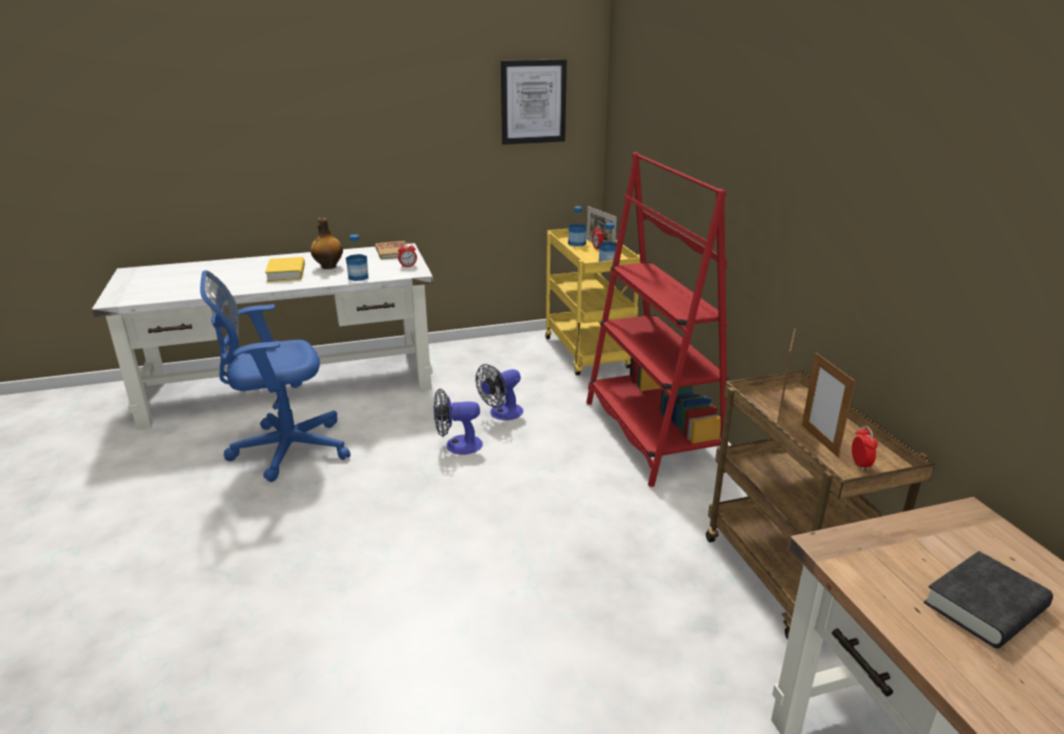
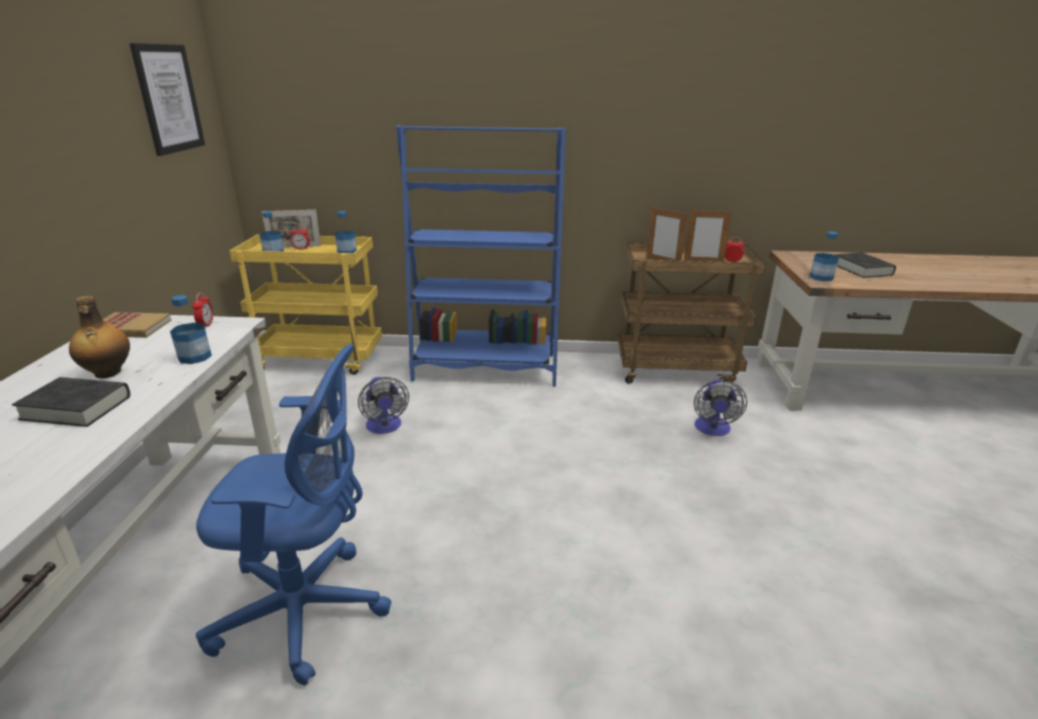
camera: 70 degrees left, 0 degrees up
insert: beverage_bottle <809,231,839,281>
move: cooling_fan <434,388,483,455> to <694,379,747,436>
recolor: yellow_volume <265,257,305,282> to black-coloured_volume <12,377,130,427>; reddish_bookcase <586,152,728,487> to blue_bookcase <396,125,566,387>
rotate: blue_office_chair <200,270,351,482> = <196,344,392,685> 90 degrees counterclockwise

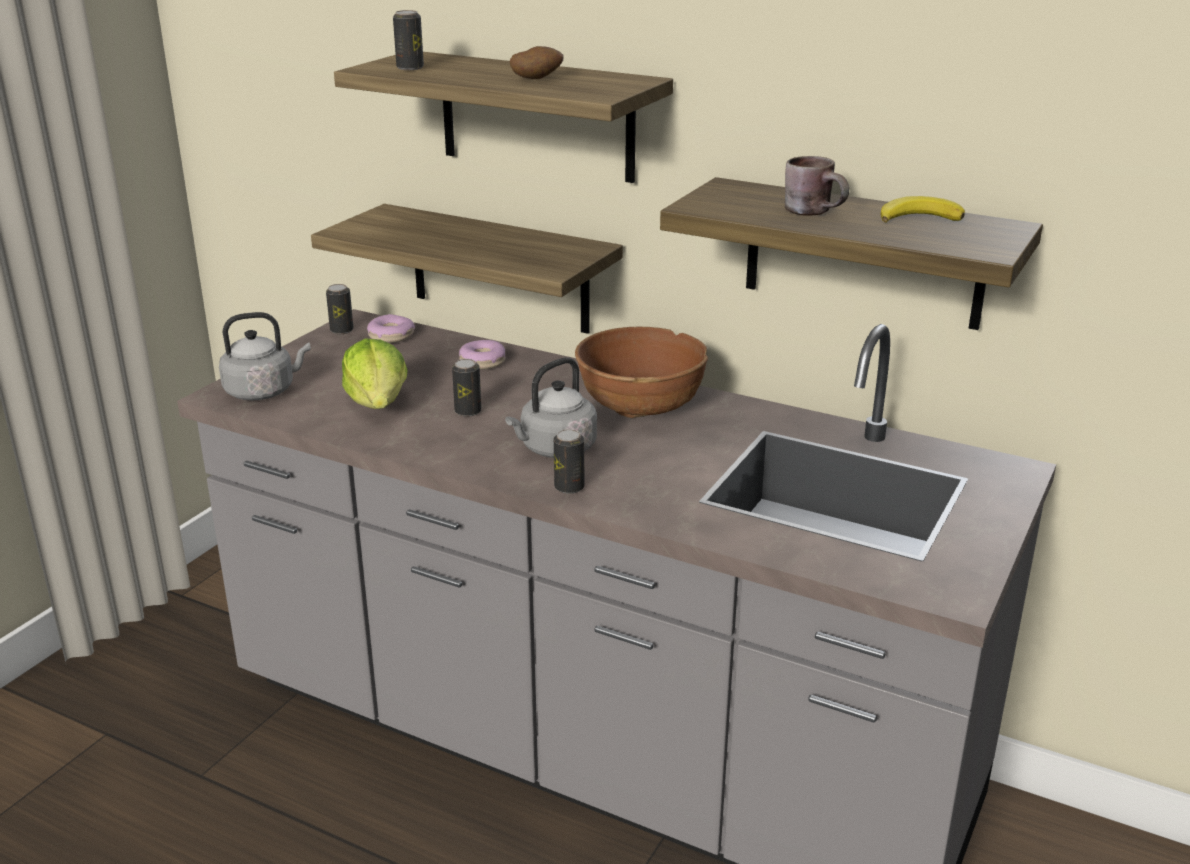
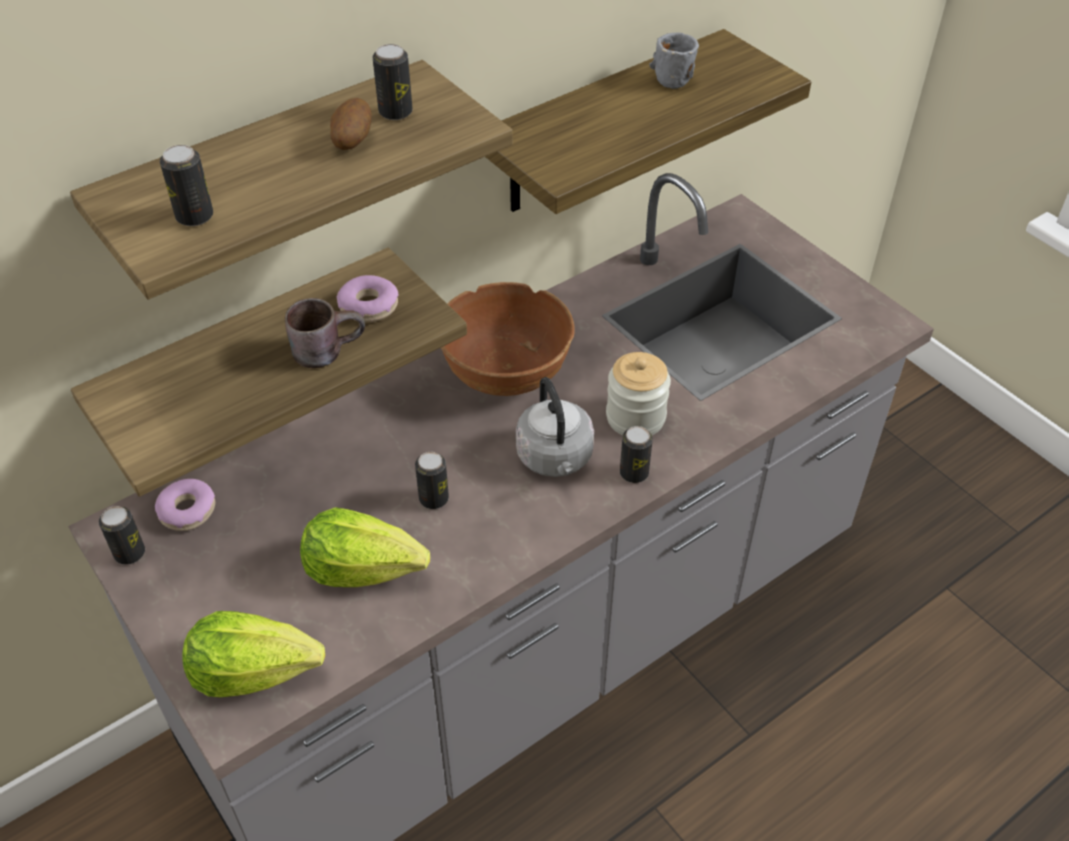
camera: 65 degrees left, 20 degrees up
insert: can <373,44,413,120>; preserve_jar <606,352,671,435>
move: doughnut <459,340,505,370> to <337,275,399,322>; brownish_mug <785,156,849,216> to <285,298,365,368>
replace: greyish_water_kettle <219,312,311,400> to lettuce_head <182,611,325,697>; banana <881,196,965,223> to greyish_mug <649,32,699,89>

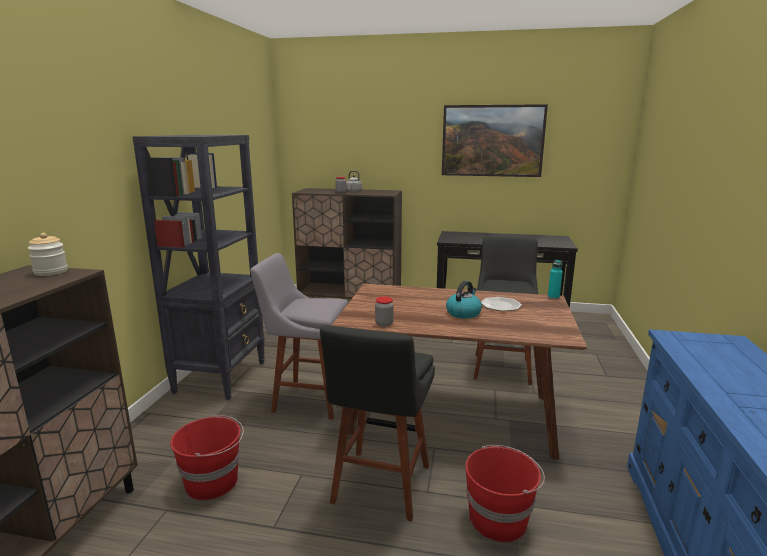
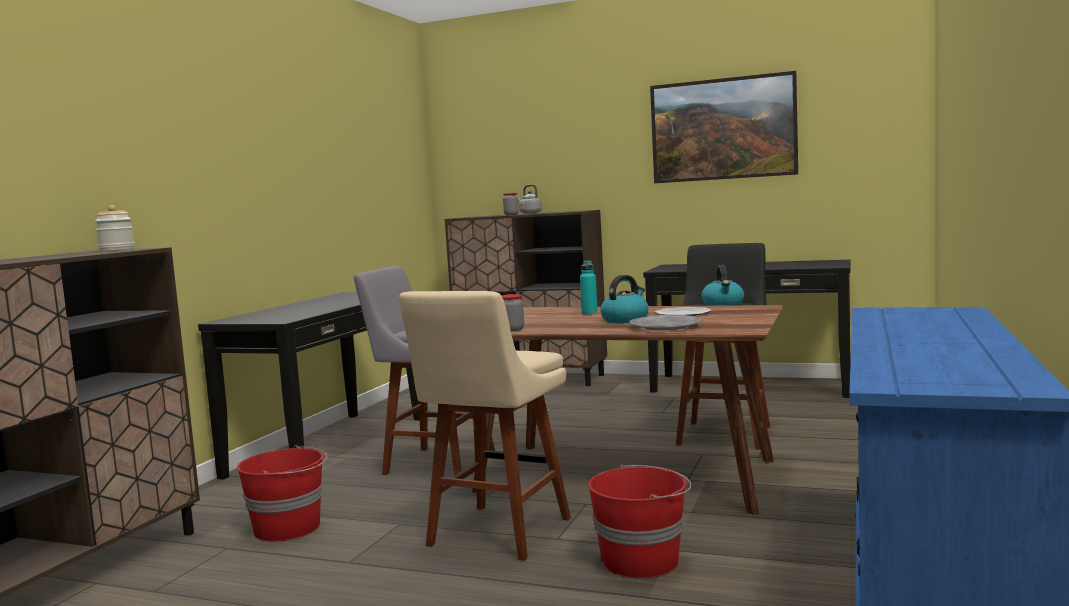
camera: 10 degrees right, 10 degrees down
insert: greyish_dinner_plate <629,315,701,330>; water_kettle <702,265,744,306>
move: turquoise_beverage_bottle <548,260,563,299> to <580,260,598,315>
replace: black-coloured_bookcase <133,135,265,400> to black-coloured_narrow_table <198,292,420,480>
recolor: black-coloured_stool <320,325,435,522> to sand-coloured_stool <399,291,571,561>

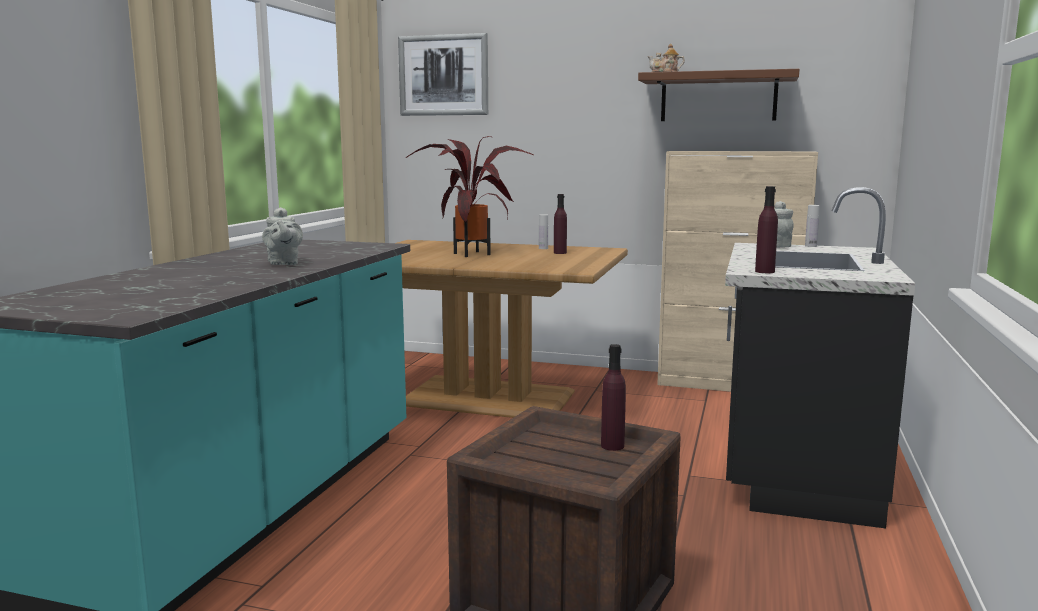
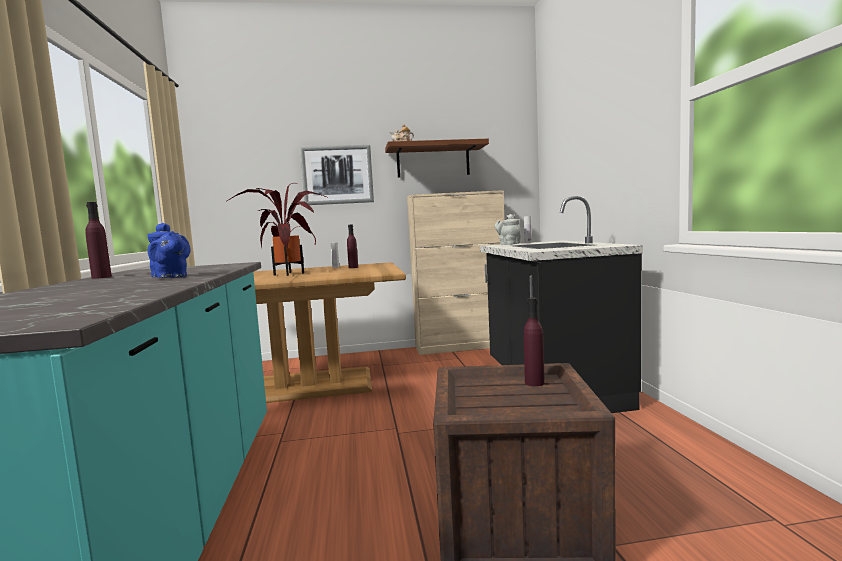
camera: 25 degrees left, 5 degrees down
move: wall_art <398,33,488,116> to <300,145,374,205>; purple-coloured_beverage_bottle <755,186,778,273> to <85,202,112,279>
recolor: greyish_pot_for_tea <262,207,303,265> to blue_pot_for_tea <147,223,190,278>

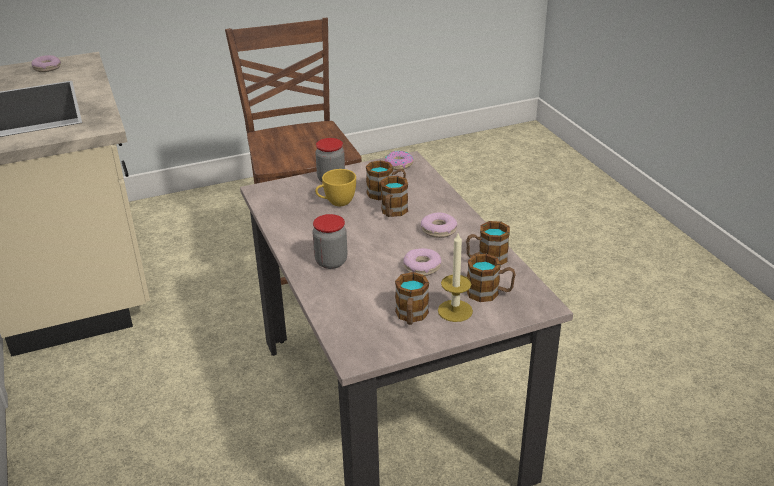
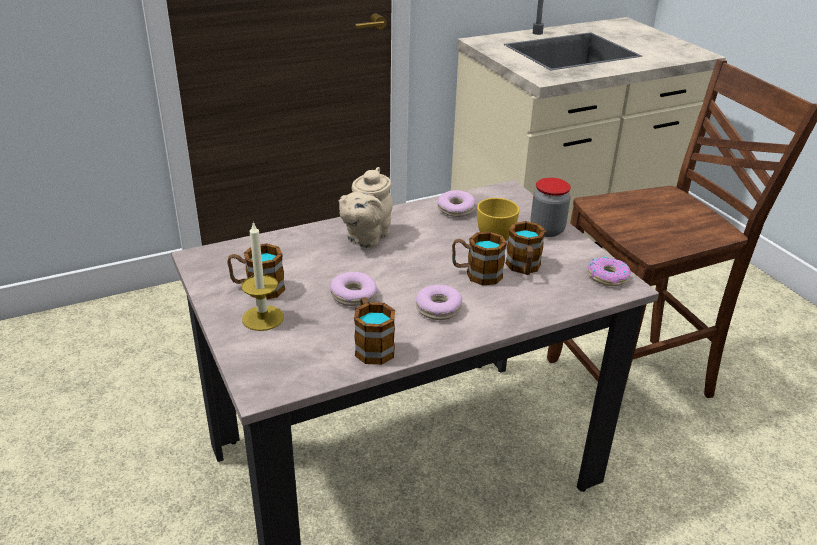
camera: 85 degrees right, 0 degrees up
delete: mug <467,254,516,302>
move: doughnut <31,55,61,72> to <438,190,476,217>
replace: preserve_jar <313,214,348,269> to sand-coloured_pot_for_tea <339,167,393,248>

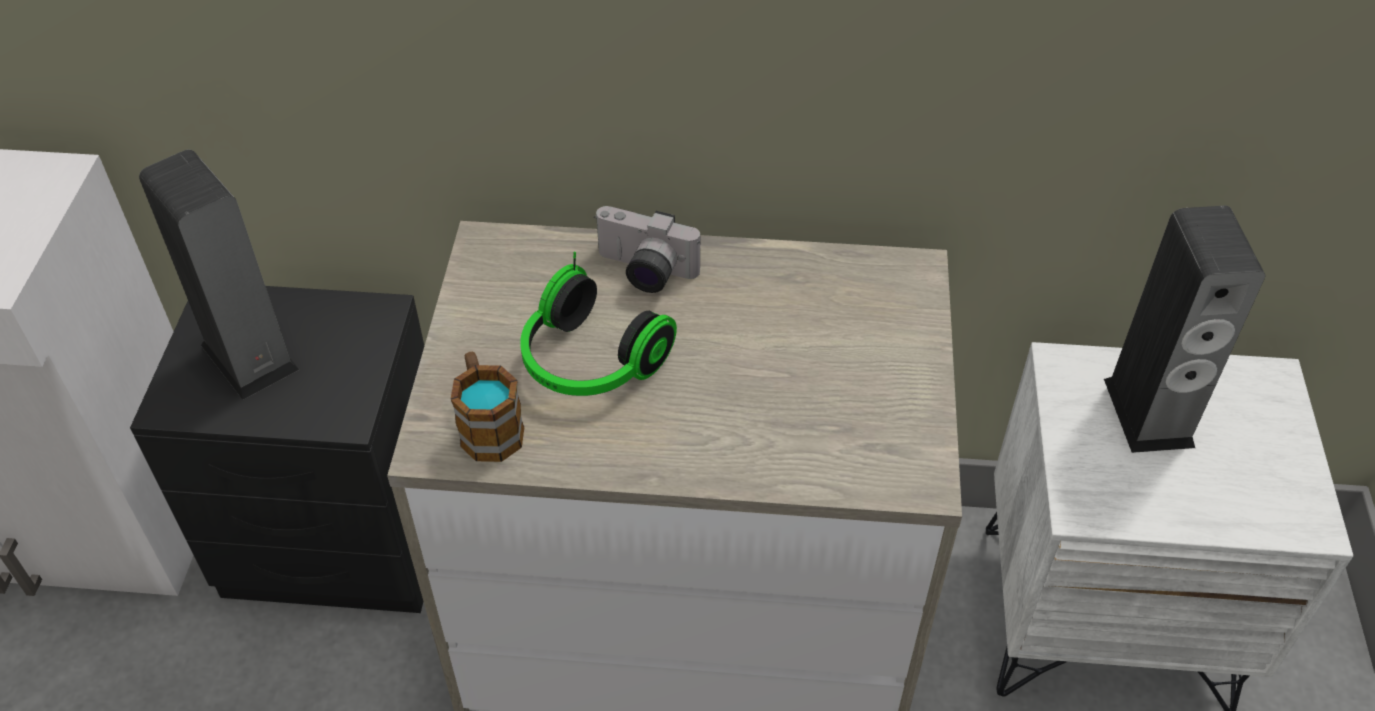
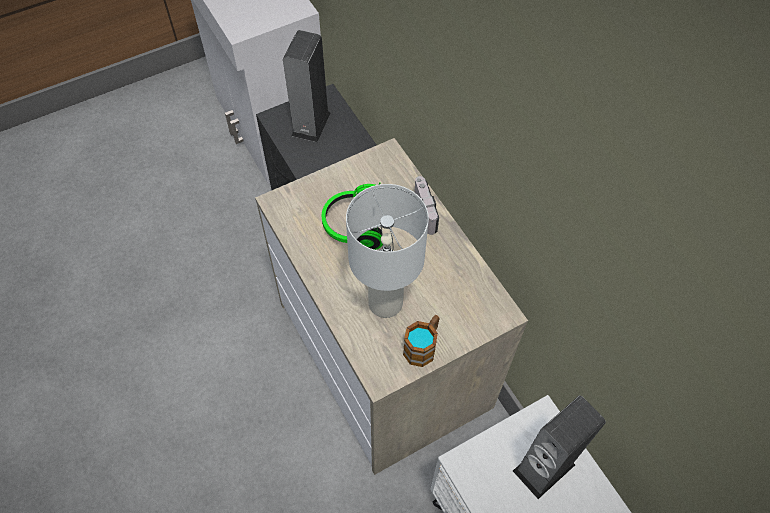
camera: 55 degrees right, 10 degrees up
insert: whitish_tabletop_lamp <346,184,429,318>
move: mug <451,352,524,462> to <403,315,439,367>

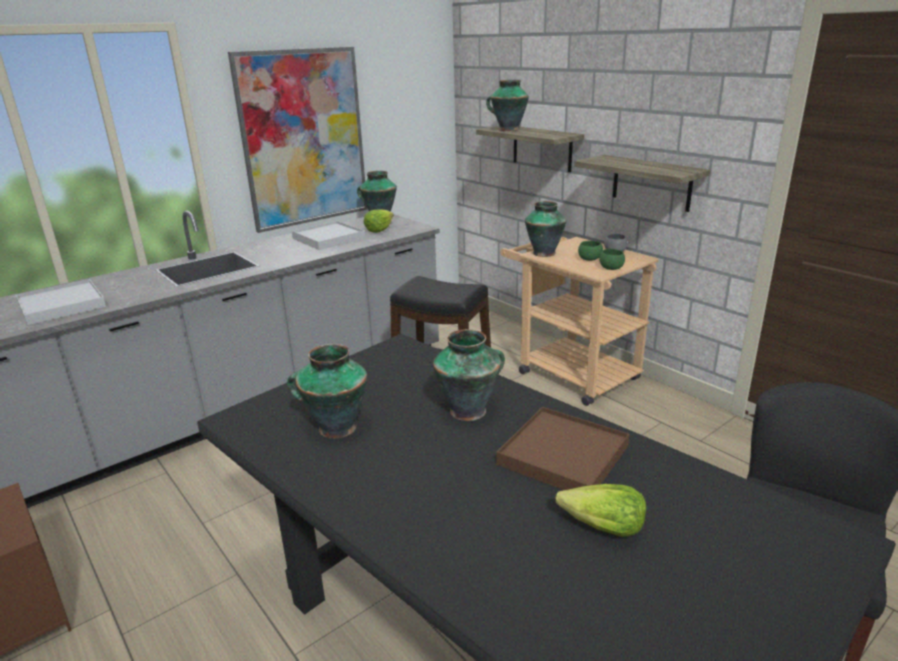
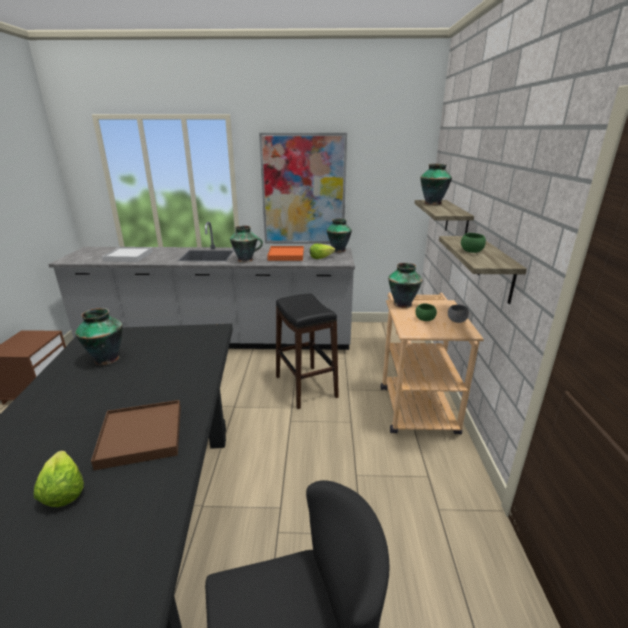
camera: 40 degrees right, 0 degrees up
move: vase <433,329,505,421> to <230,226,263,262>; greenish_serving_bowl <599,249,625,270> to <461,233,486,253>
recolor: whitish_serving_tray <292,221,365,250> to orange_serving_tray <267,246,304,261>

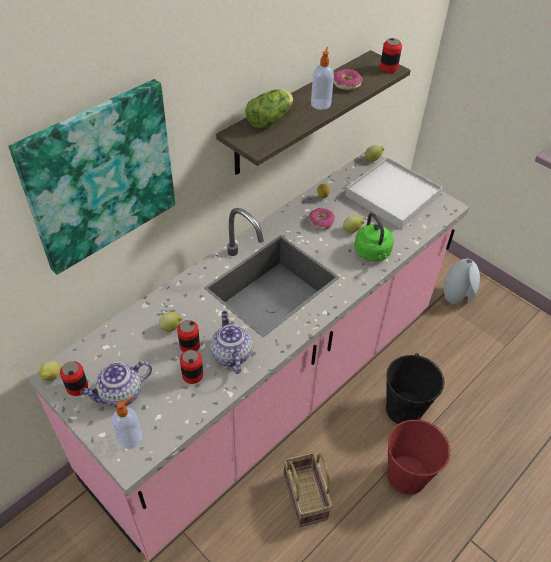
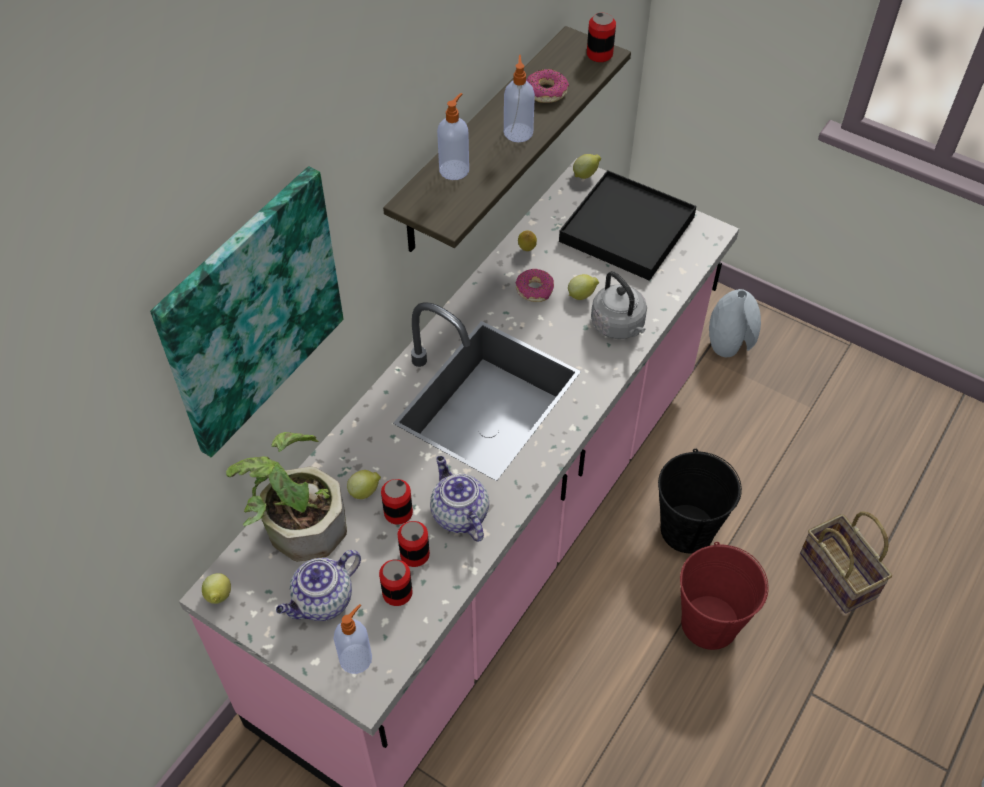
camera: 10 degrees left, 5 degrees up
insert: plant_in_a_pot <226,432,347,562>
move: can <60,361,88,396> to <379,559,412,606>; storage_basket <284,452,332,527> to <800,511,892,613>
replace: lettuce_head <245,89,293,128> to soap_dispenser <437,93,469,180>
recolor: whitish_serving_tray <345,157,442,229> to black-coloured_serving_tray <559,170,696,281>; greenish_water_kettle <354,213,394,262> to greyish_water_kettle <591,271,647,339>

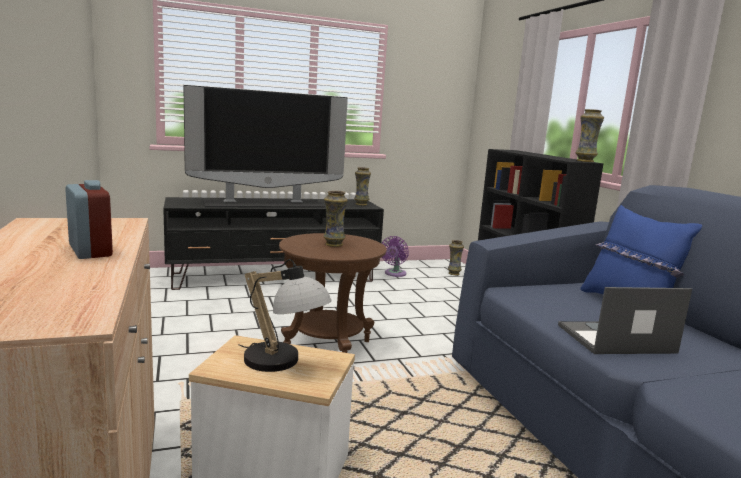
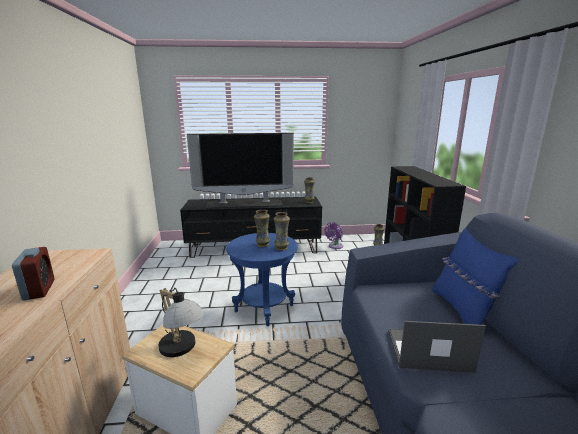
camera: 15 degrees right, 5 degrees up
move: vase <576,109,604,162> to <274,212,290,251>
recolor: brownish_end_table <279,233,387,353> to blue_end_table <226,233,298,326>

